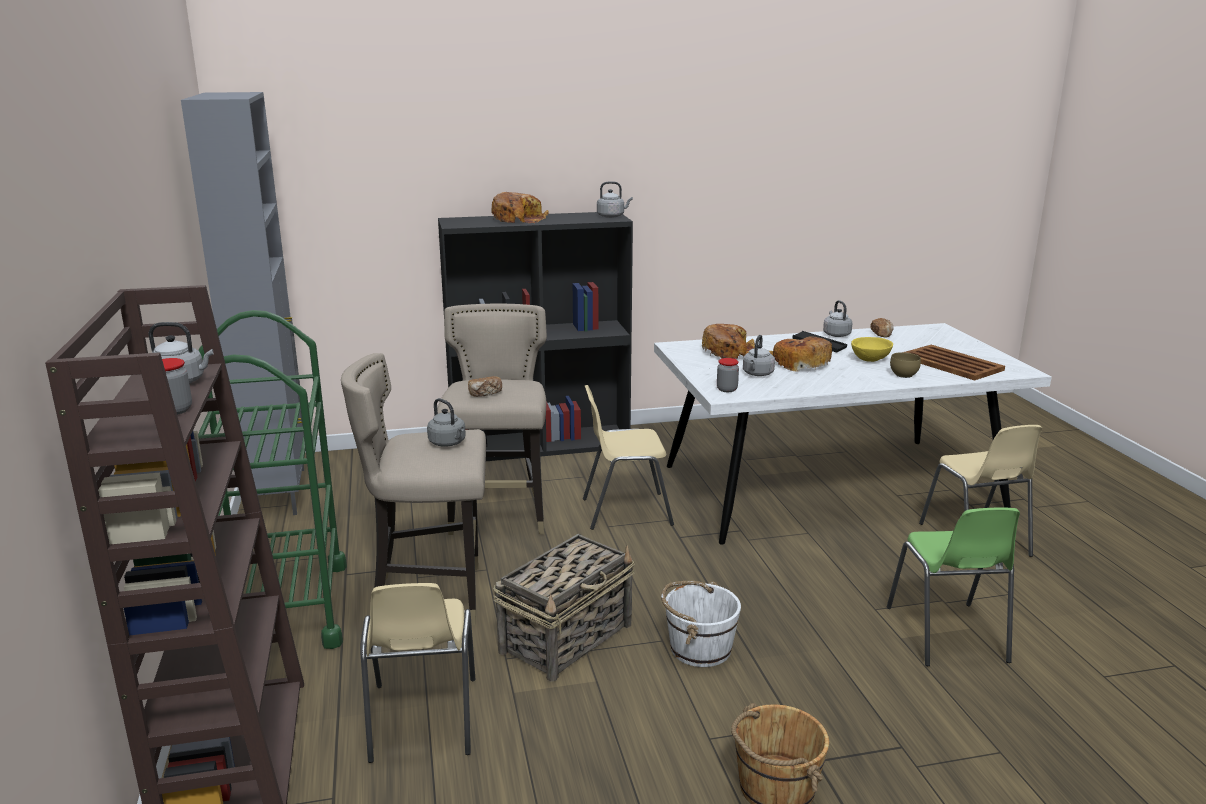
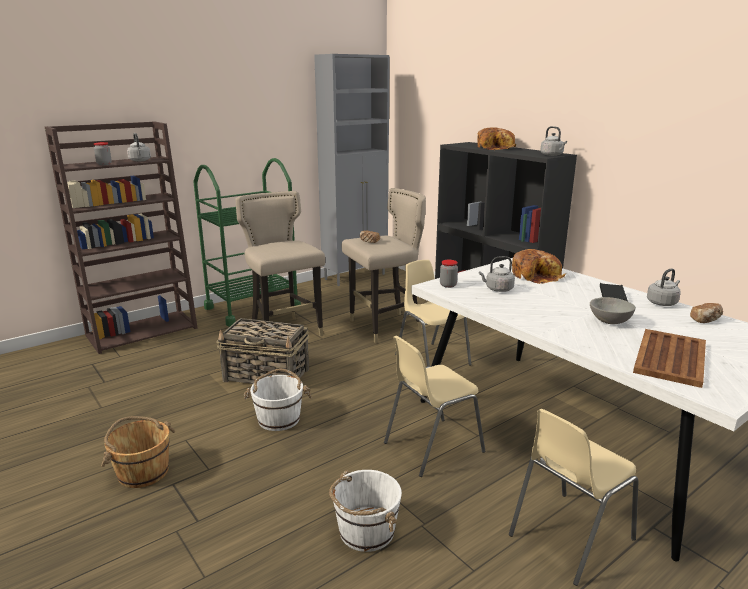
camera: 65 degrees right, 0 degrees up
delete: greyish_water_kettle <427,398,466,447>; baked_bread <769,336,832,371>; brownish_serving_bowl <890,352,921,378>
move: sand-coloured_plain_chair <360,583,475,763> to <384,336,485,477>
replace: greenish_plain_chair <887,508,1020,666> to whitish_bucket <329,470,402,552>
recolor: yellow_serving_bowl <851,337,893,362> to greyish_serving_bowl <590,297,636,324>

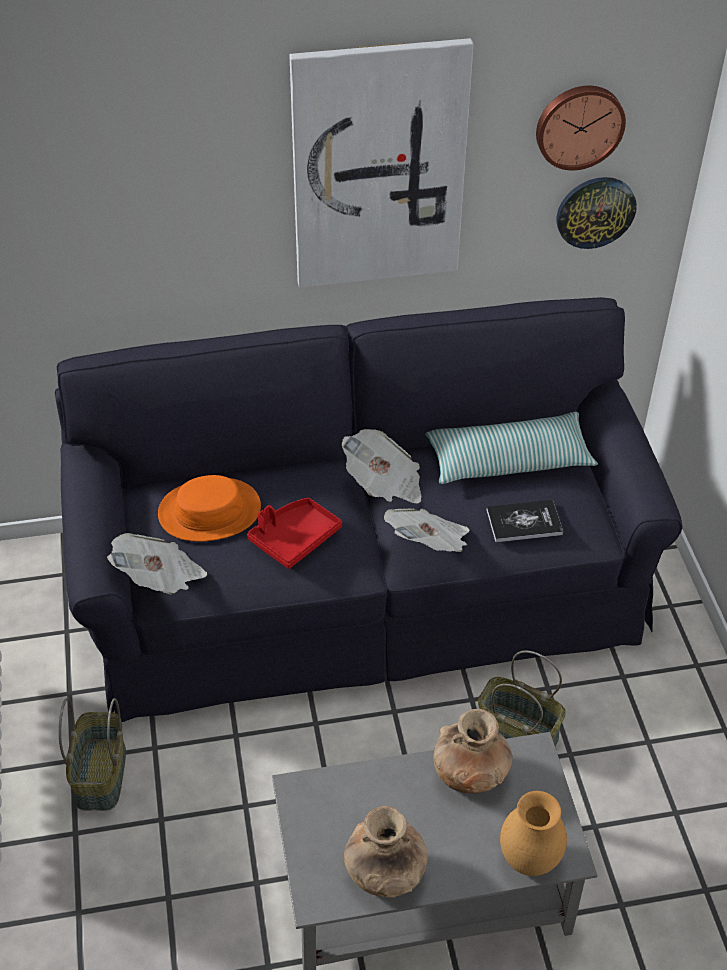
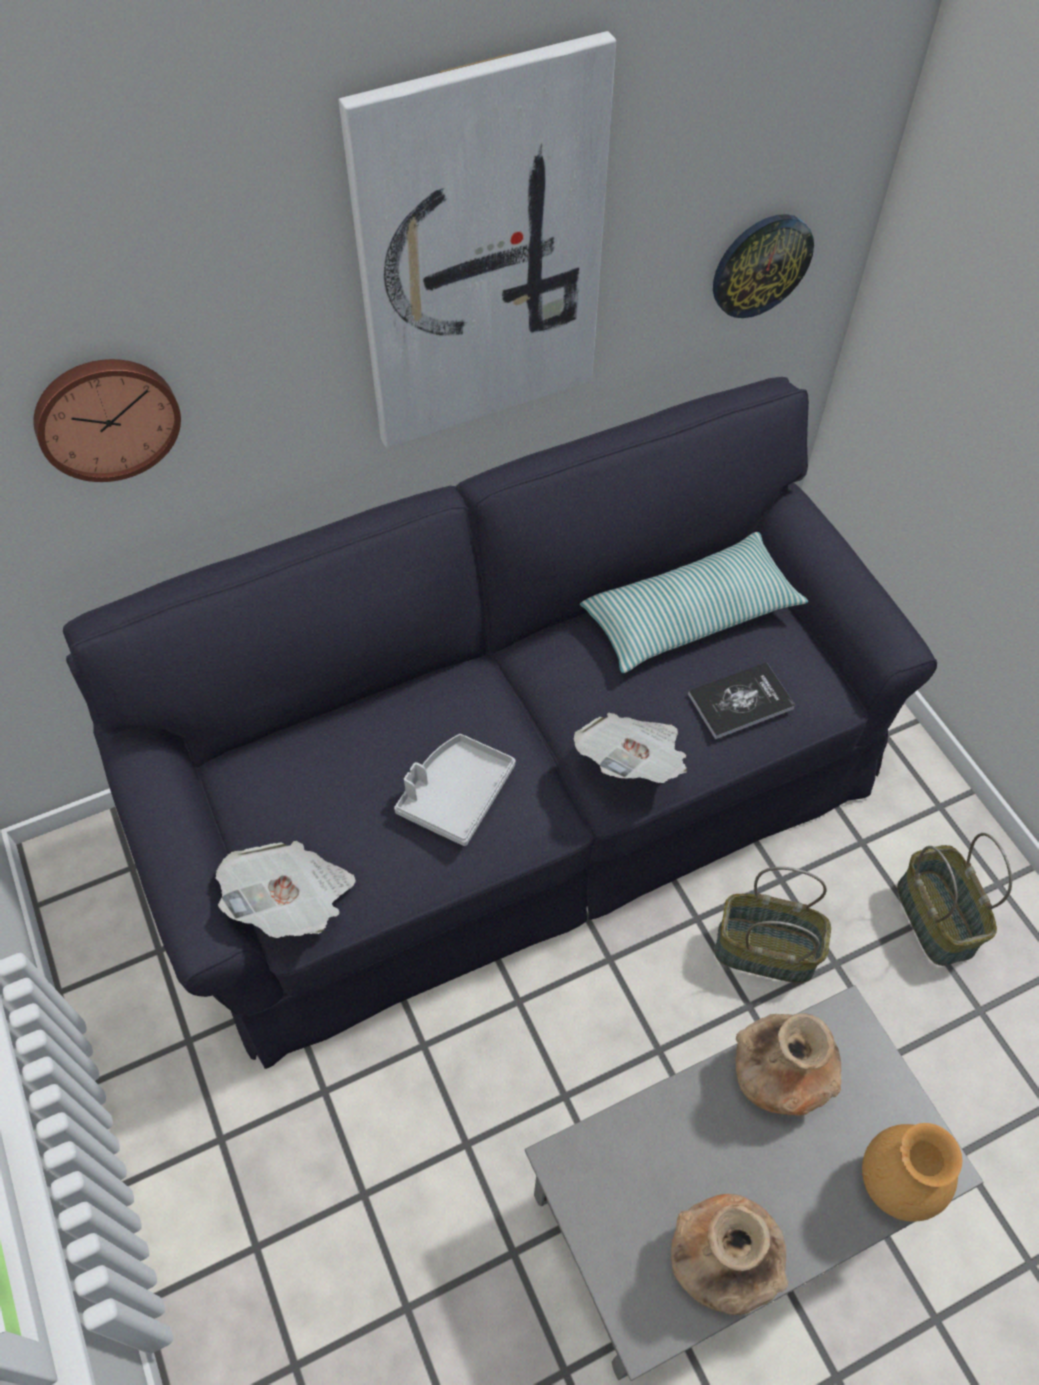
camera: 15 degrees left, 10 degrees up
delete: orange_hat <158,475,261,541>; newspaper <342,429,421,504>
move: storage_basket <59,698,126,811> to <897,833,1012,966>; hanging_clock <536,86,626,171> to <33,359,181,482>
recolor: reddish_serving_tray <247,498,342,569> to greyish_serving_tray <394,734,516,846>

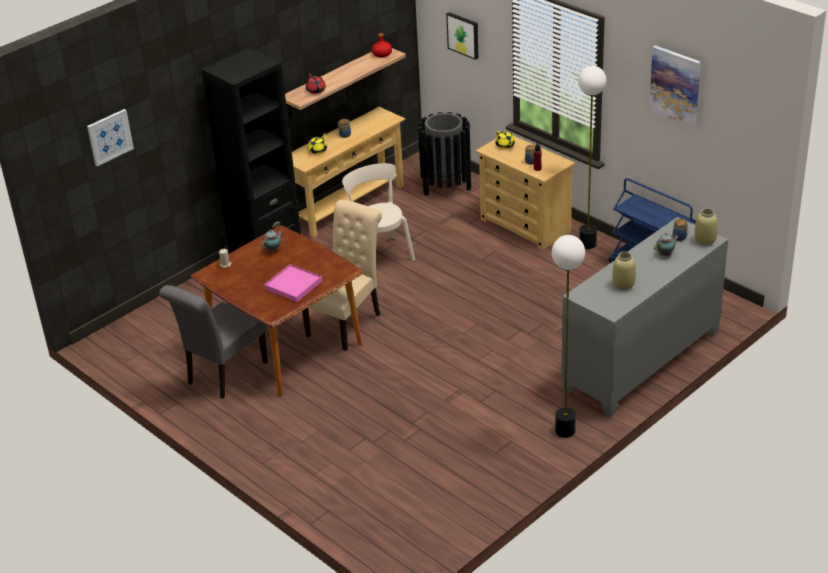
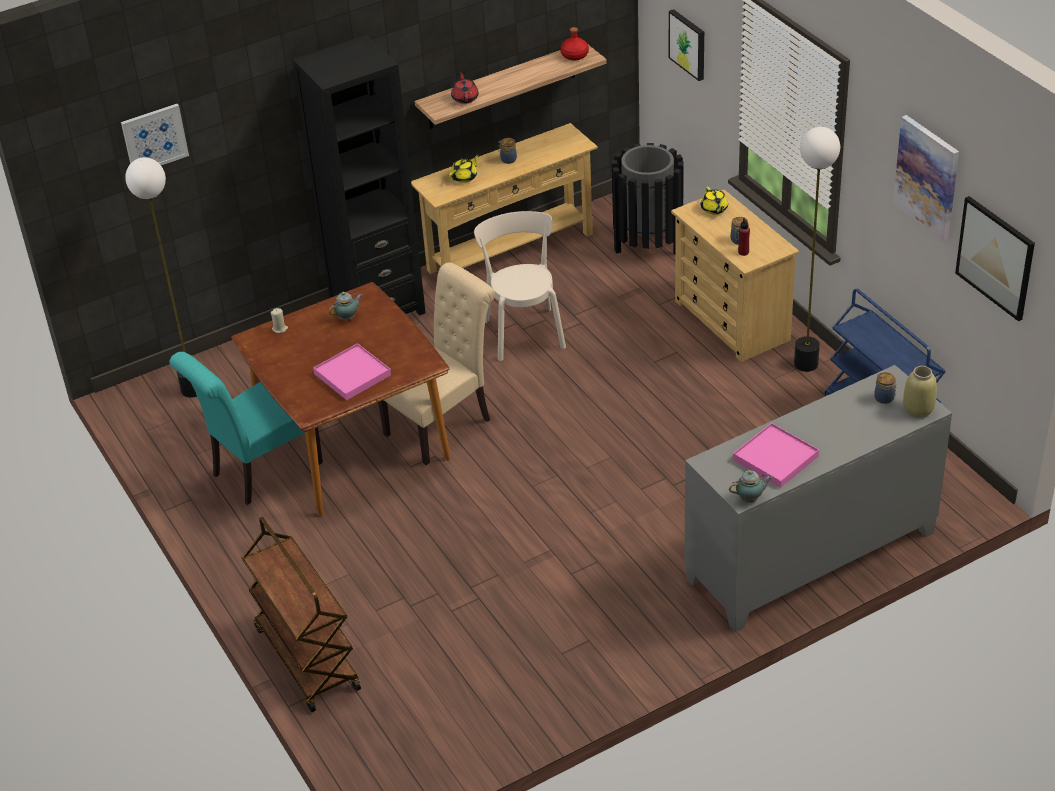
camera: 15 degrees right, 5 degrees up
insert: brownish_trolley <242,517,361,712>; wall_art <955,196,1035,321>
move: standing_lamp <552,235,585,438> to <125,157,197,398>; pot_for_tea <654,233,679,256> to <729,470,773,503>
replace: sand-coloured_vase <612,252,636,290> to pink-coloured_serving_tray <733,423,819,488>
recolor: greyish_plain_chair <159,285,268,399> to turquoise_plain_chair <169,352,323,505>

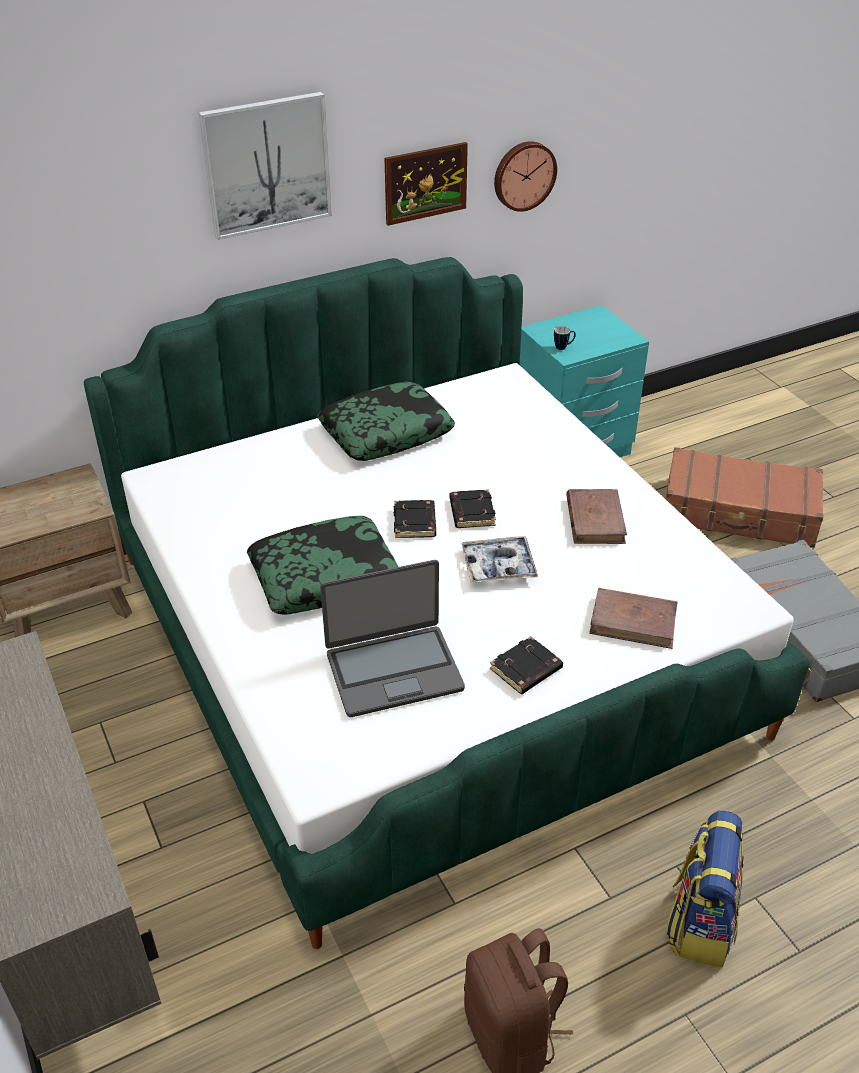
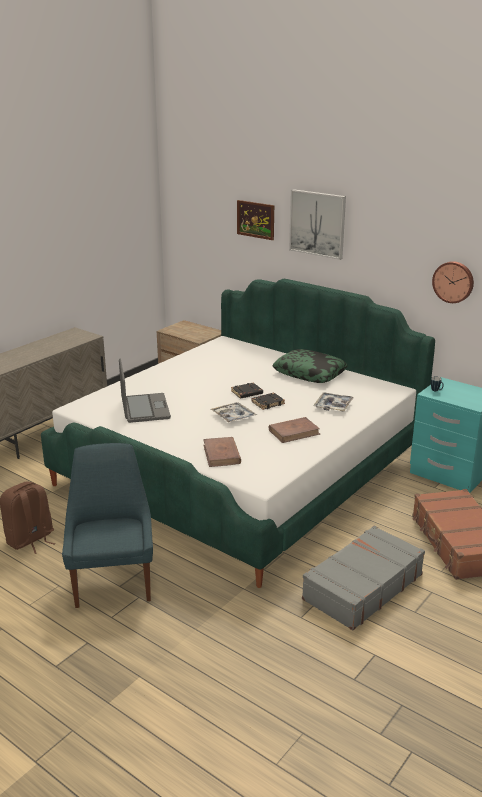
camera: 65 degrees right, 15 degrees down
delete: throw_pillow <247,516,398,615>; black-coloured_volume <490,636,563,694>
insert: serving_tray <313,392,354,411>
move: wall_art <384,142,468,226> to <237,200,274,240>
replace: backpack <666,811,744,967> to blue_plain_chair <62,443,153,608>
rotate: notebook_computer <320,560,465,717> = <119,359,171,423> 150 degrees counterclockwise

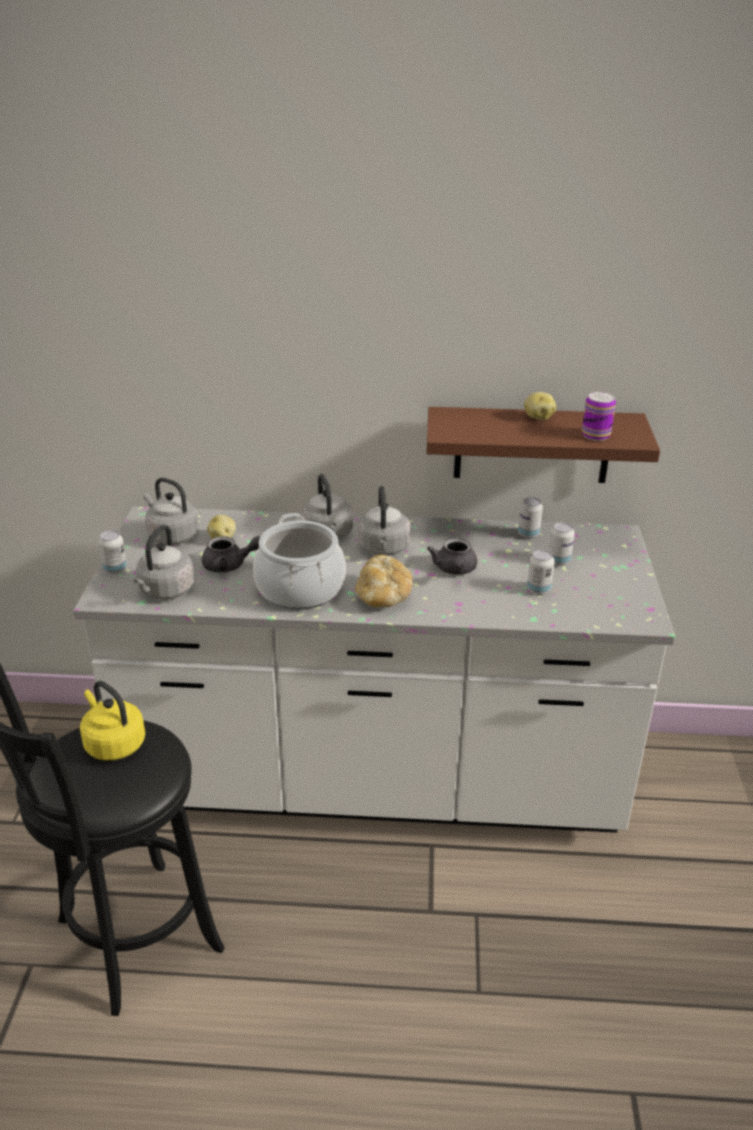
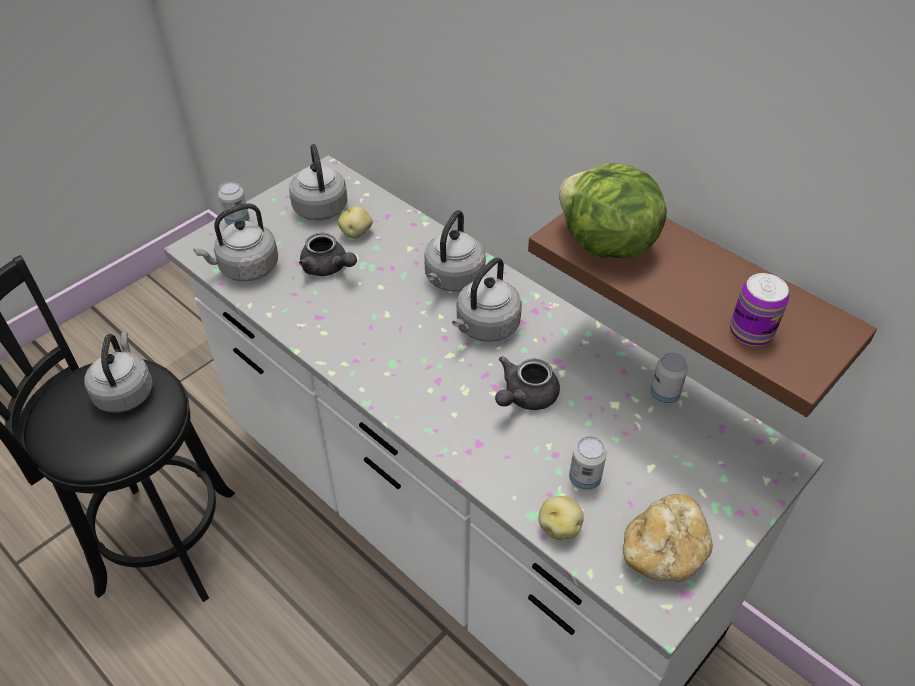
camera: 40 degrees right, 15 degrees up
delete: saucepot <253,513,346,609>; can <549,522,575,565>
insert: lettuce_head <559,163,667,258>
move: baked_bread <355,555,413,608> to <623,494,713,582>; potato <524,392,556,420> to <539,496,584,540>
recolor: yellow_water_kettle <80,681,145,760> to greyish_water_kettle <84,332,153,413>

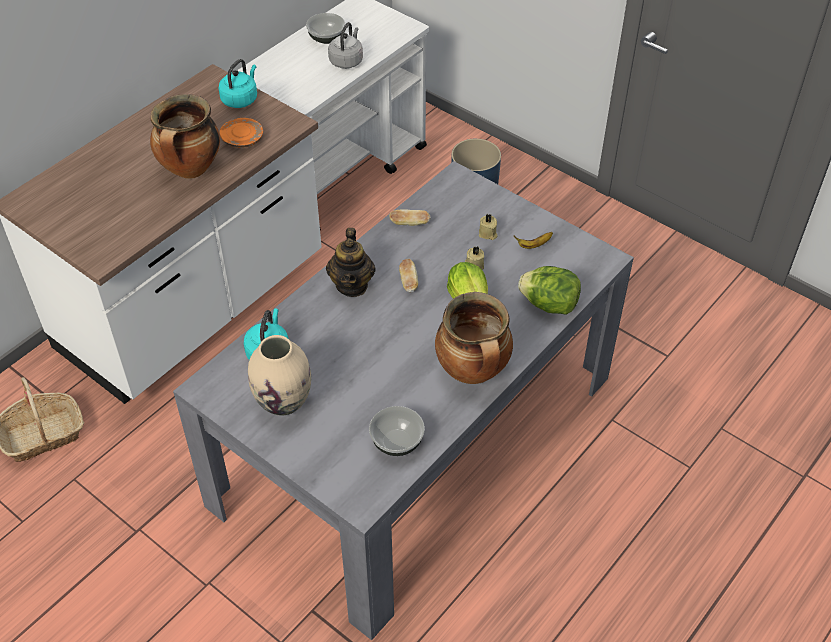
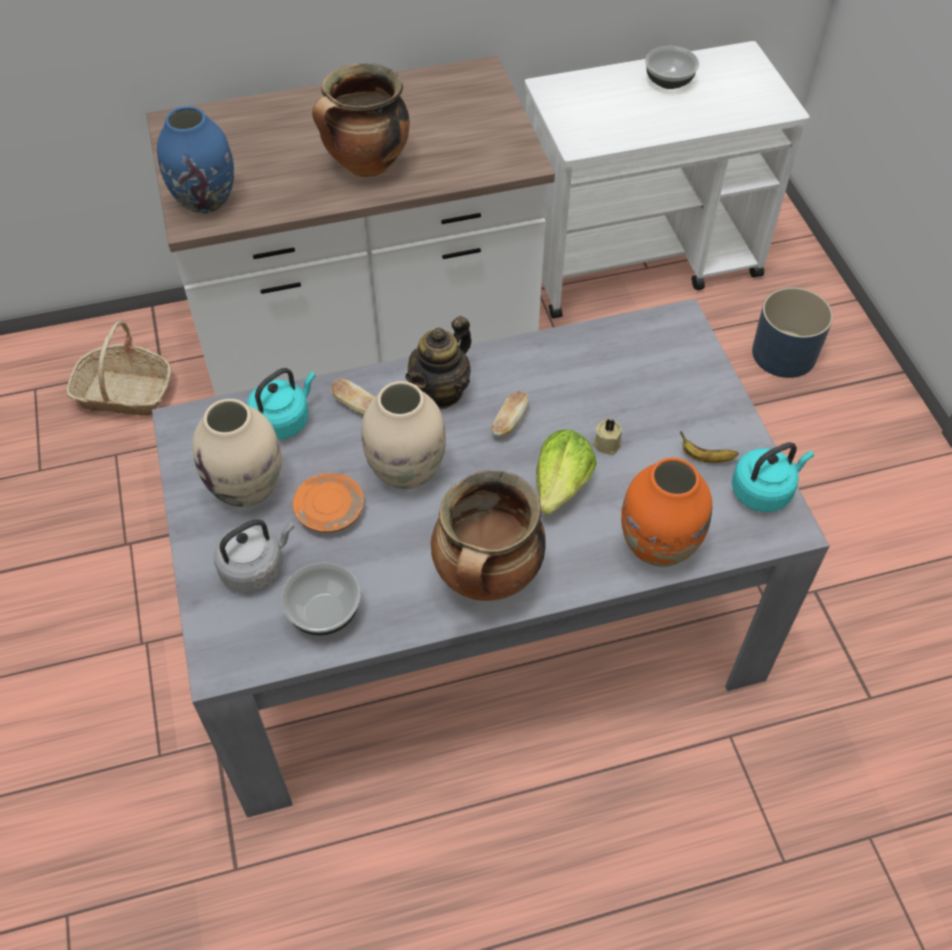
camera: 35 degrees right, 5 degrees up
delete: sand-coloured_wax_light <479,214,498,240>
insert: blue_vase <157,106,234,214>; sand-coloured_vase <361,381,446,489>
move: turquoise_water_kettle <218,59,257,108> to <732,442,814,512>; orange_dinner_plate <220,118,263,148> to <293,473,364,533>; greyish_water_kettle <328,22,363,69> to <214,519,295,592>; baked_bread <389,210,431,226> to <331,379,375,415>
replace: lettuce_head <518,266,581,315> to orange_vase <621,457,712,567>

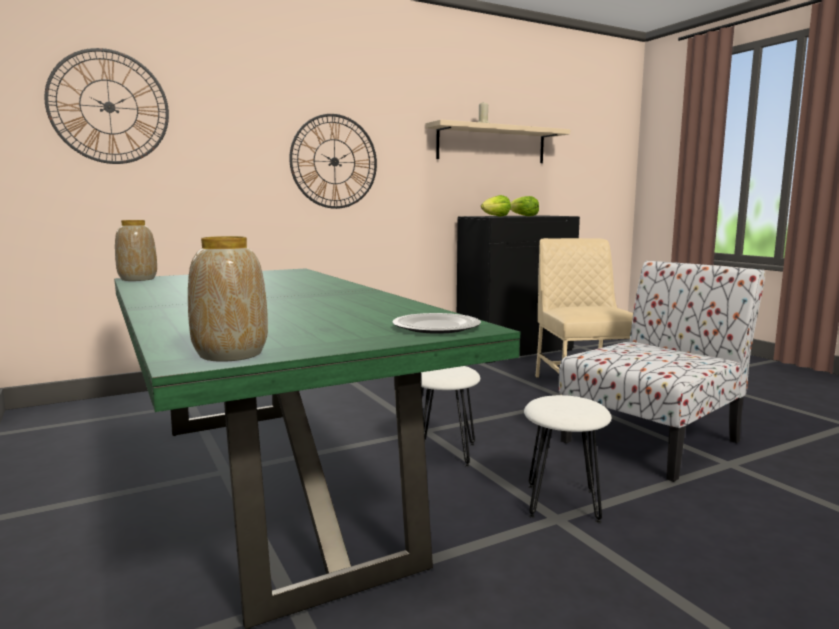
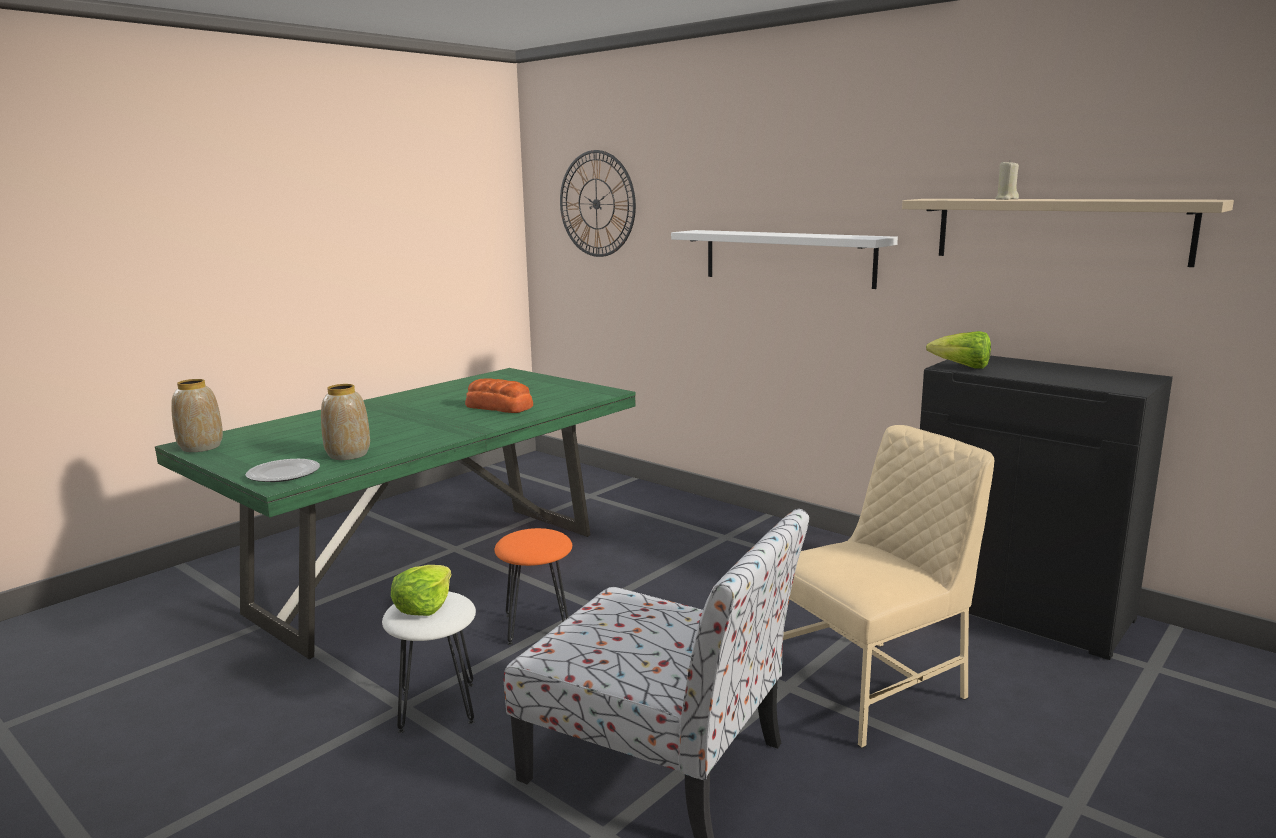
camera: 70 degrees right, 5 degrees up
insert: baked_bread <465,378,533,413>
move: vase <115,220,157,281> to <321,384,370,460>; lettuce_head <510,196,539,216> to <391,565,451,616>
replace: hanging_clock <289,114,377,209> to whitish_bracket_shelf <671,230,898,289>
recolor: whitish_stool <421,366,480,467> to orange_stool <494,528,572,645>

